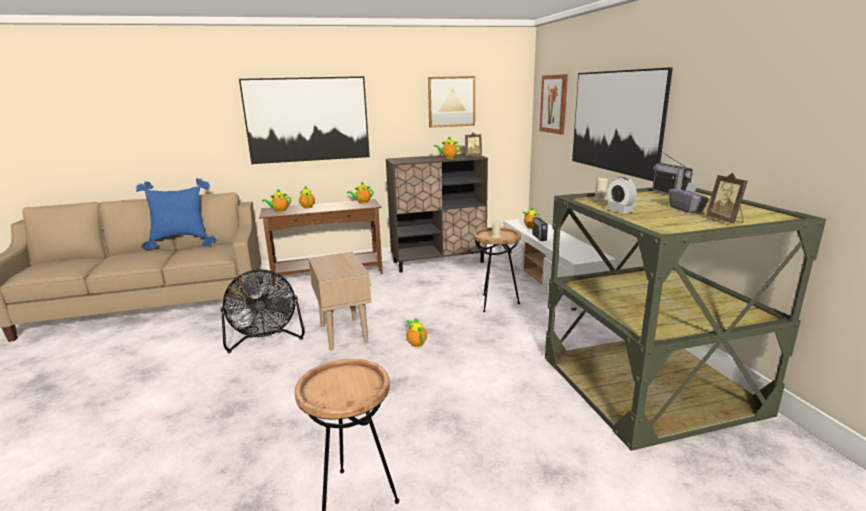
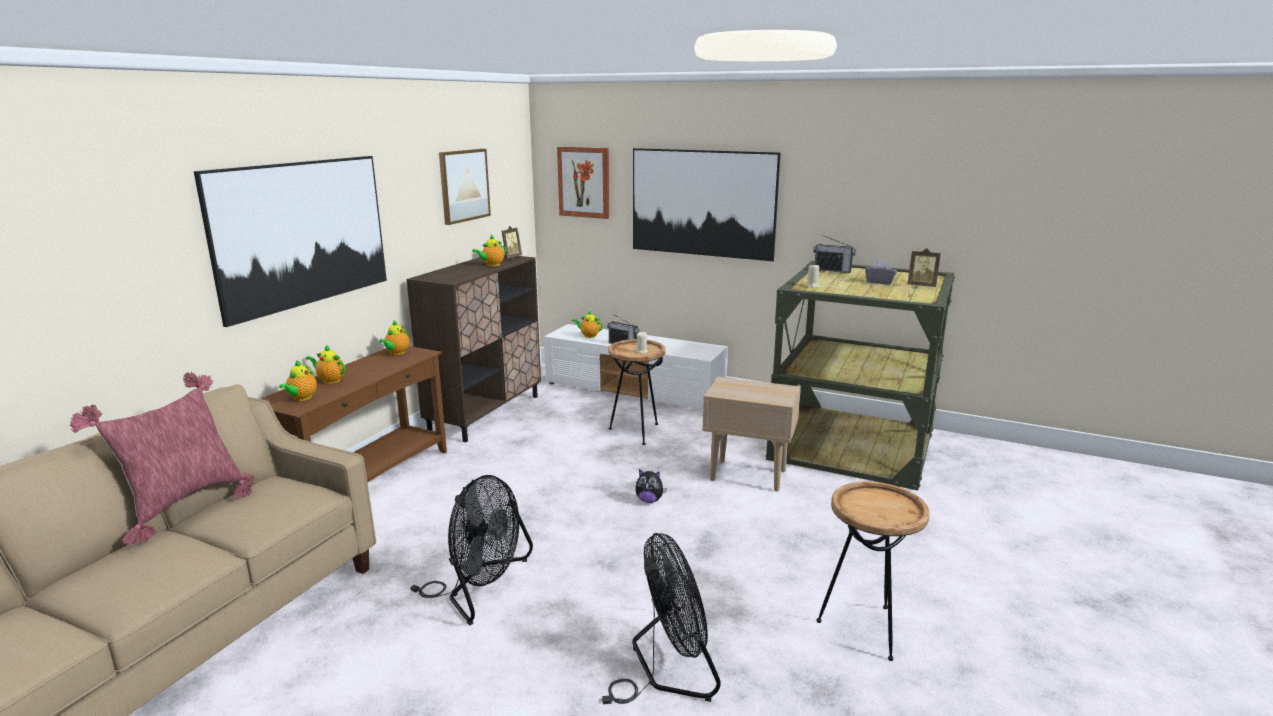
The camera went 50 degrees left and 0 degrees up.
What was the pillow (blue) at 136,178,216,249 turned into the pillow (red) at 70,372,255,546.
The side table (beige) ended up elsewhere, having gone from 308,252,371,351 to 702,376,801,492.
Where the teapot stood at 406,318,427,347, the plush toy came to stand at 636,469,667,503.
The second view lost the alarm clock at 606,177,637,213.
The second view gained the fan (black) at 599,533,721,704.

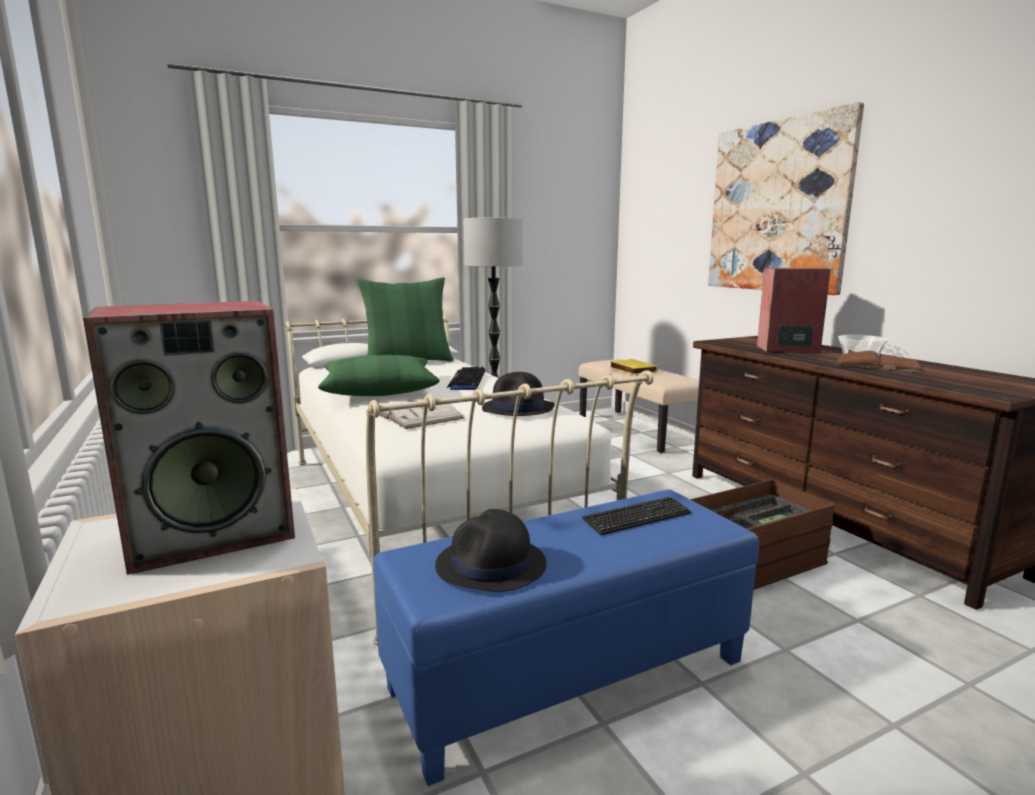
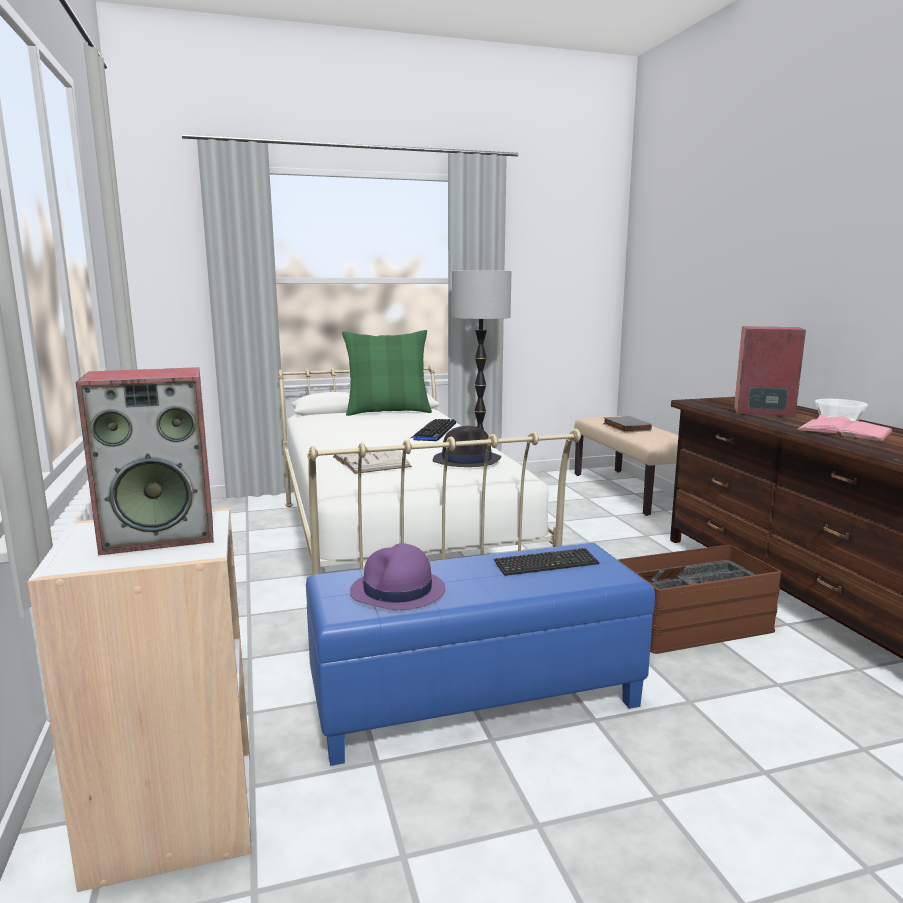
The camera went 10 degrees right and 0 degrees up.
The second view lost the pillow (green) at 318,355,440,396.
What was the hat (black) at 435,509,547,592 turned into the hat (purple) at 350,543,445,610.
What was the book (yellow) at 610,359,658,375 turned into the book (grey) at 603,416,652,432.
The second view lost the picture at 708,102,864,295.
What was the book (brown) at 836,350,923,373 turned into the book (pink) at 795,414,893,442.

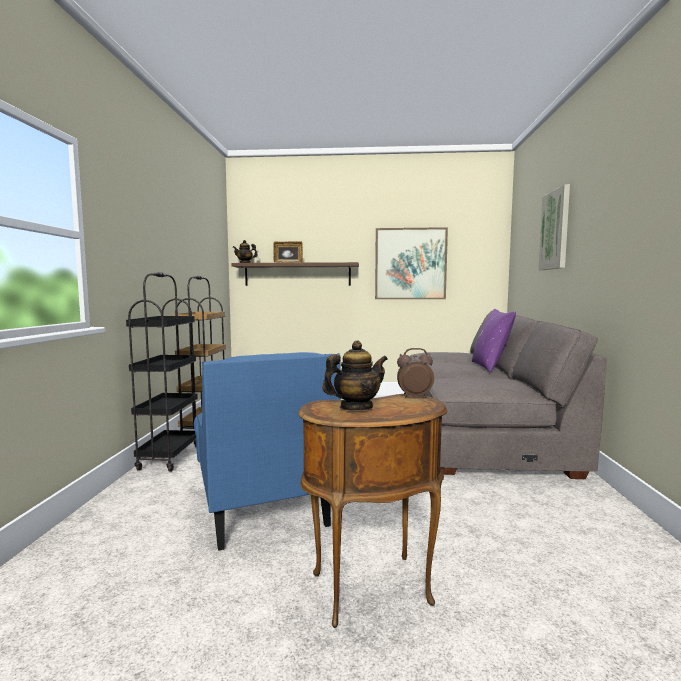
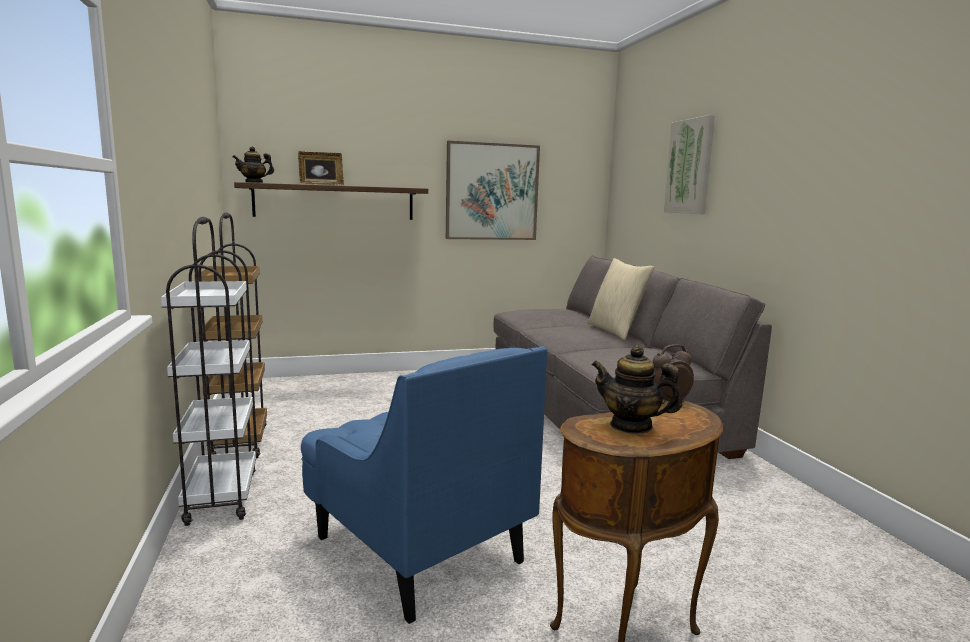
The camera went 20 degrees left and 5 degrees up.
What was the cart (black) at 126,272,198,472 turned into the cart (white) at 161,217,256,526.
The teapot at 322,341,388,410 ended up facing another way, 105 degrees counterclockwise from before.
What was the pillow (purple) at 472,309,516,372 turned into the pillow (beige) at 587,258,654,340.

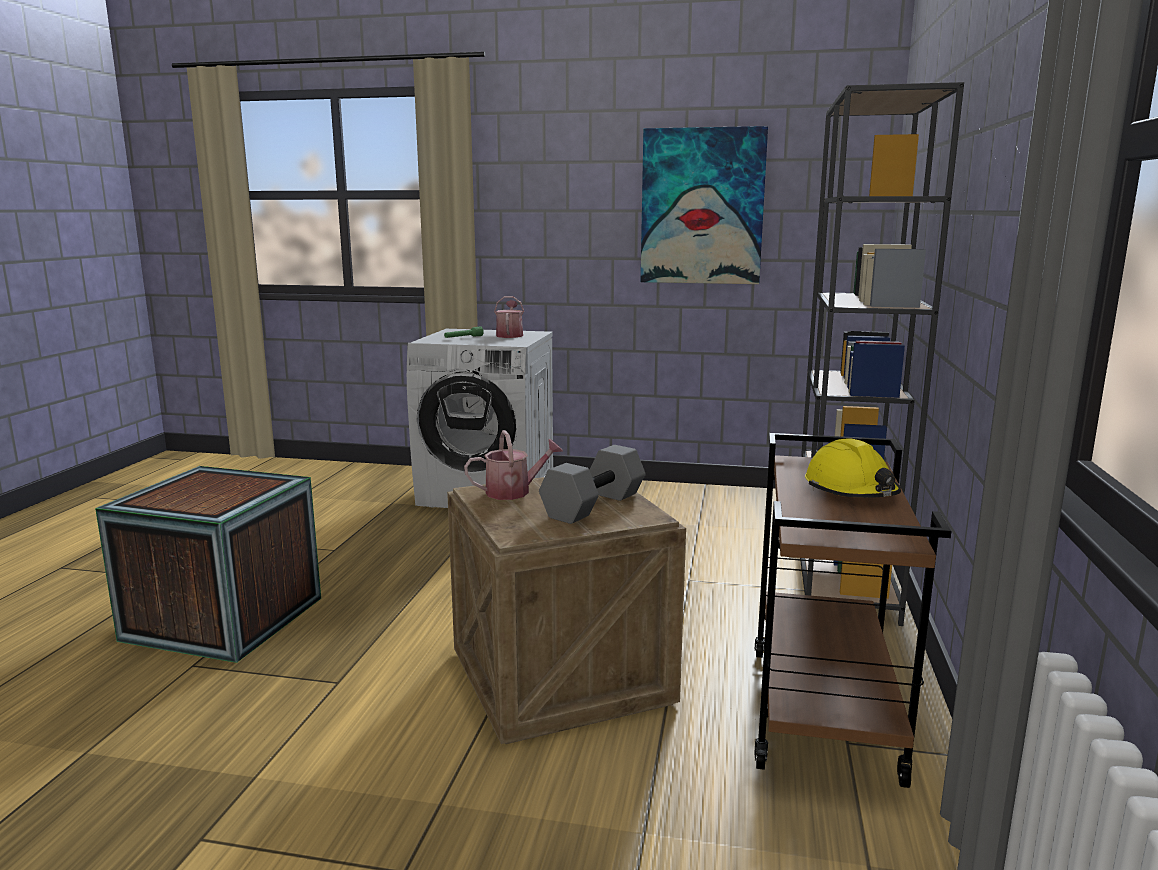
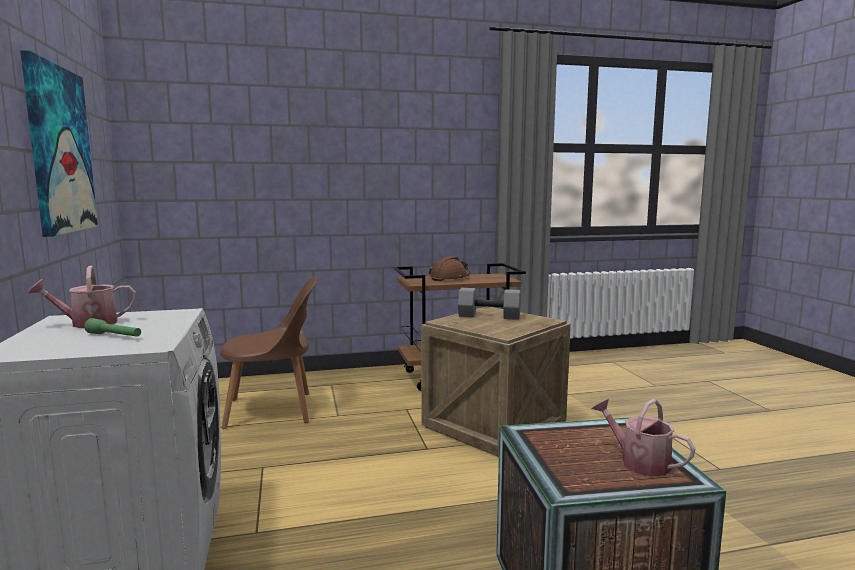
The camera went 115 degrees left and 5 degrees down.
The watering can ended up elsewhere, having gone from 464,430,563,500 to 592,399,696,476.
The second view lost the bookcase at 800,82,964,626.
What was the hard hat (yellow) at 805,438,901,498 turned into the hard hat (brown) at 429,256,470,282.
The second view gained the chair (brown) at 220,276,317,429.

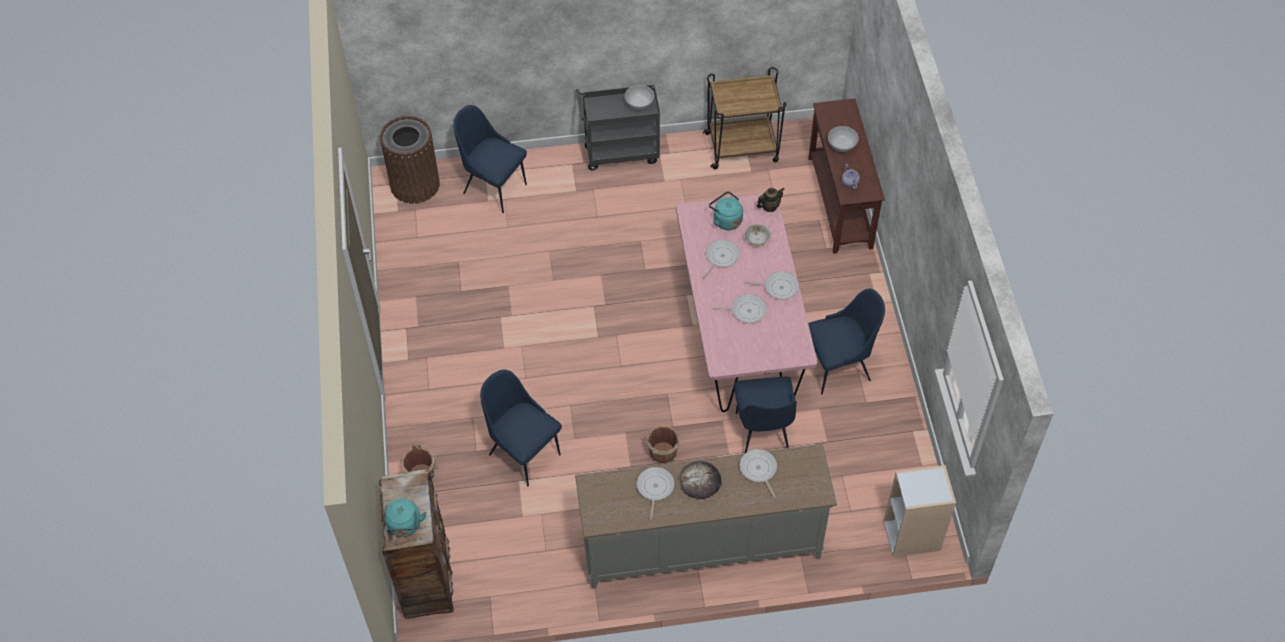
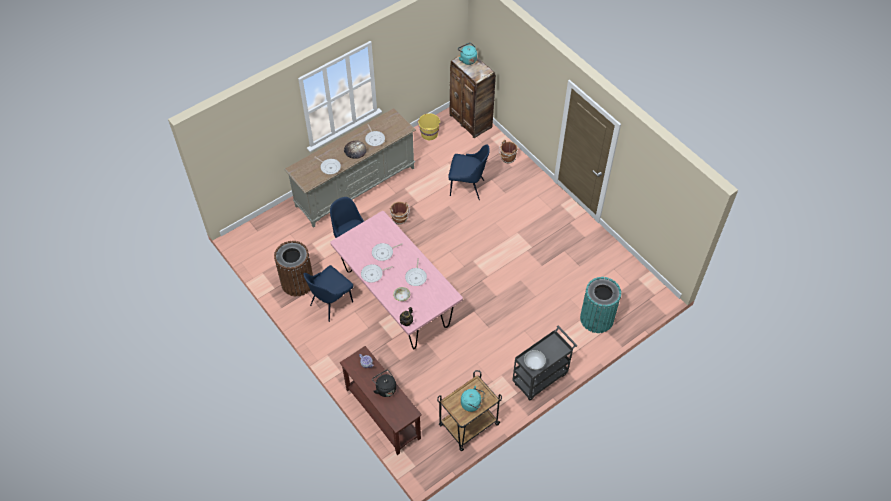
The camera went 150 degrees right and 0 degrees up.
The trash can (brown) ended up elsewhere, having gone from 380,116,440,204 to 274,241,313,296.
Where the chair (blue) stood at 453,105,527,213, the trash can (turquoise) came to stand at 580,277,621,333.
The kettle (turquoise) ended up elsewhere, having gone from 709,191,743,230 to 461,386,485,412.
Where the bowl (white) stood at 828,126,859,152, the kettle (black) came to stand at 372,370,396,397.
The second view lost the bookcase at 884,465,956,557.
The second view gained the bucket (yellow) at 418,113,440,140.

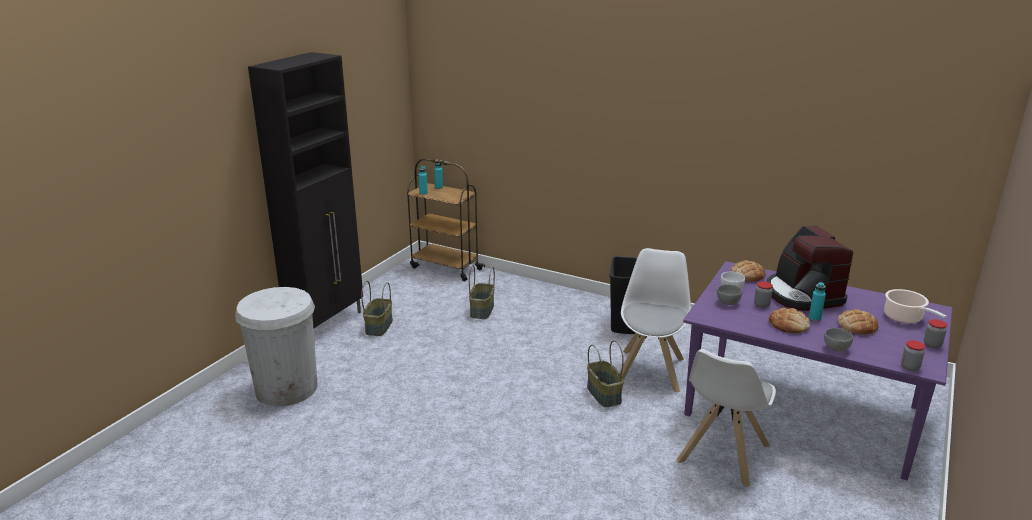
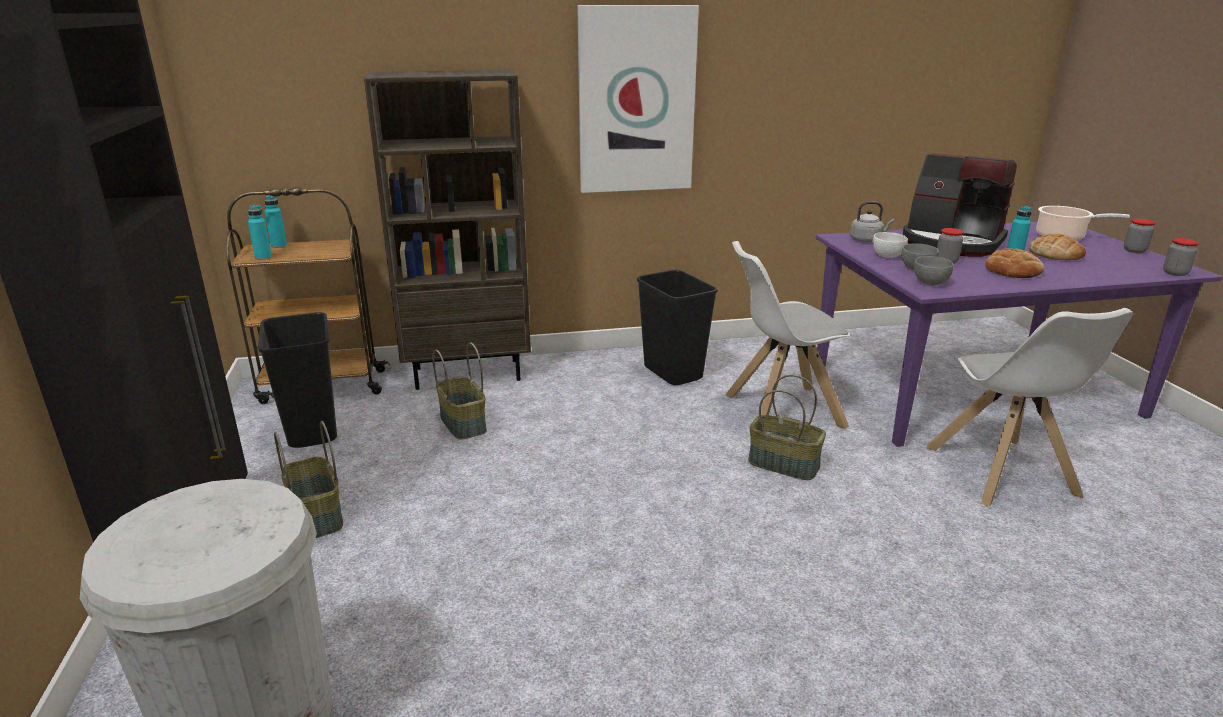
The camera went 40 degrees left and 0 degrees up.
The chair at 620,248,691,393 ended up facing another way, 75 degrees counterclockwise from before.
Where the bread stood at 731,261,766,282, the kettle (grey) came to stand at 850,202,894,243.
The bowl (grey) ended up elsewhere, having gone from 824,328,853,352 to 914,256,953,285.
The second view gained the trash can (black) at 258,312,337,448.
The second view gained the bookcase (brown) at 364,70,531,390.
The second view gained the picture at 577,5,699,193.

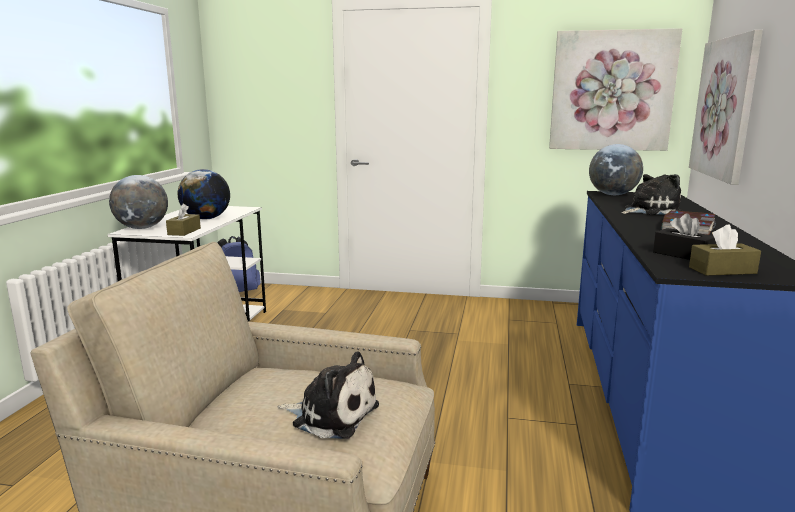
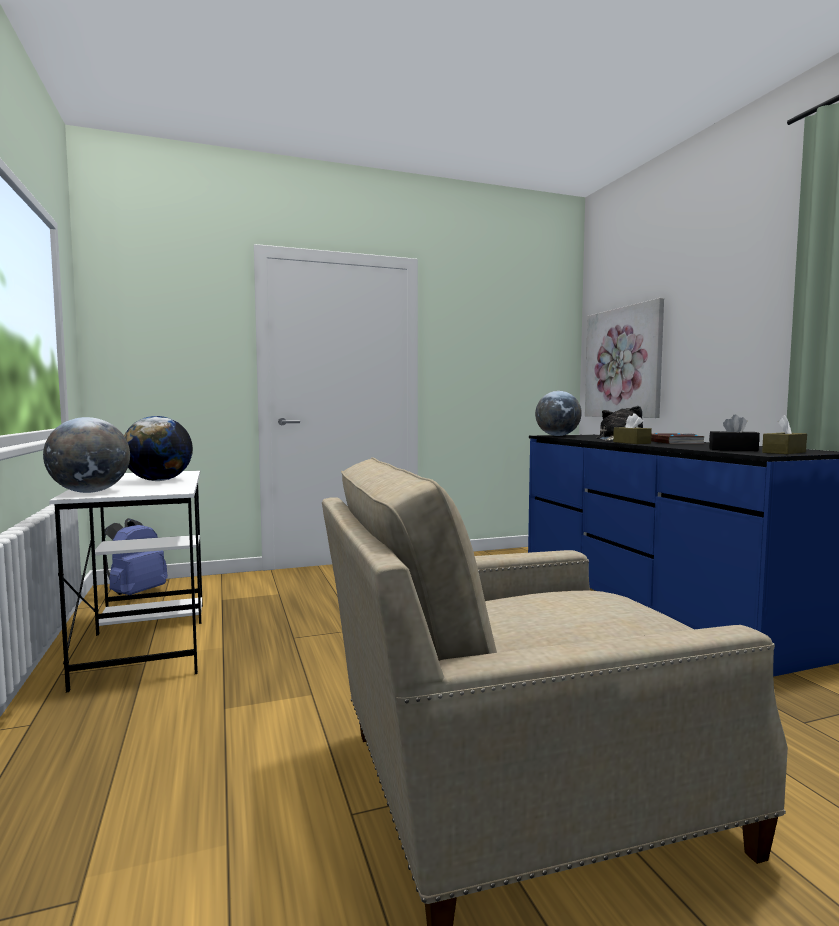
The camera went 30 degrees left and 10 degrees down.
The tissue box (brown) ended up elsewhere, having gone from 166,204,201,236 to 613,413,652,444.
The second view lost the plush toy at 278,351,379,439.
The second view lost the picture at 549,28,682,151.

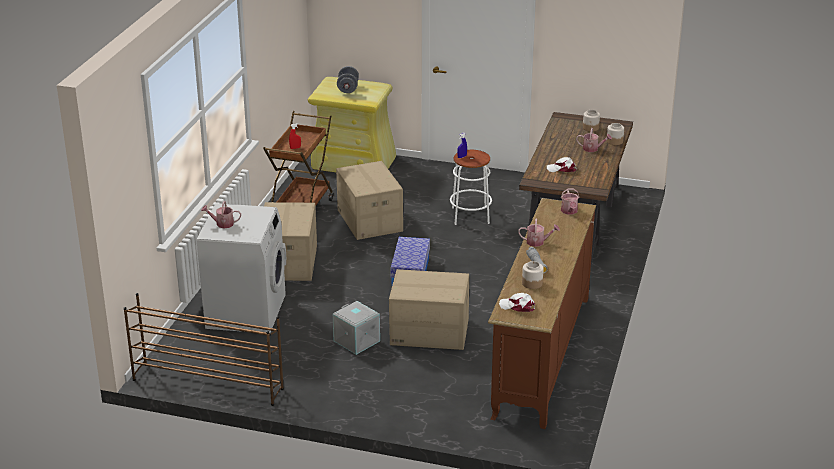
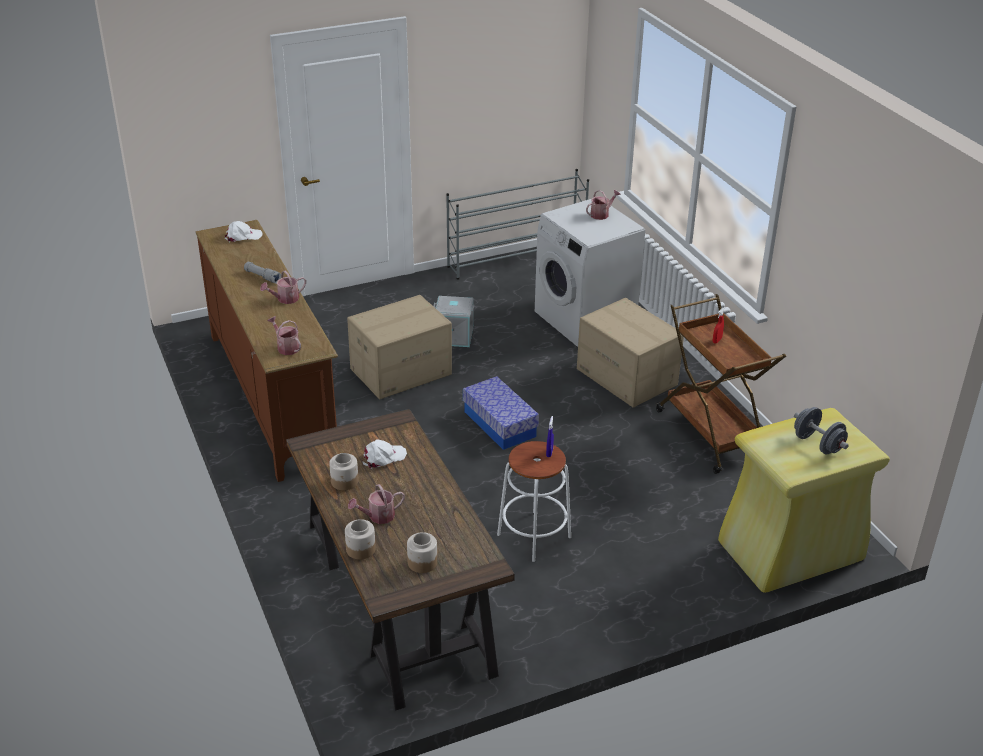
The camera went 140 degrees right and 5 degrees up.
What was the shoe rack (brown) at 124,293,284,406 turned into the shoe rack (grey) at 446,169,589,280.
The second view lost the cardboard box at 336,161,403,240.
The jar ended up elsewhere, having gone from 522,261,543,289 to 329,453,359,490.

